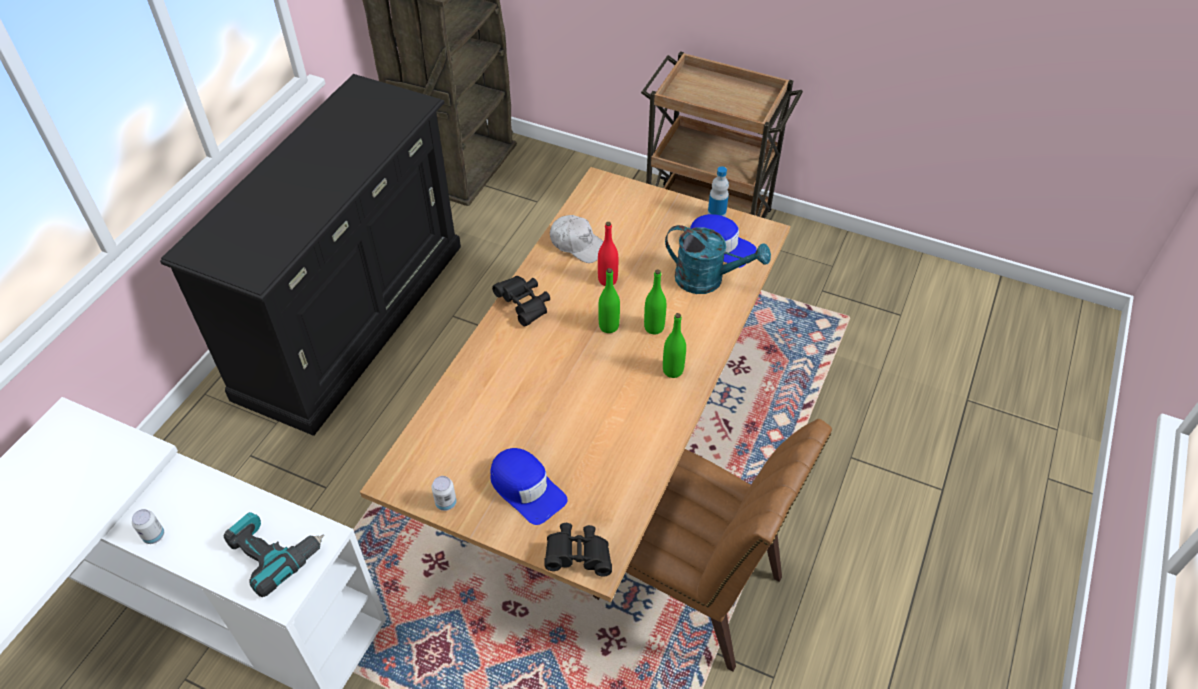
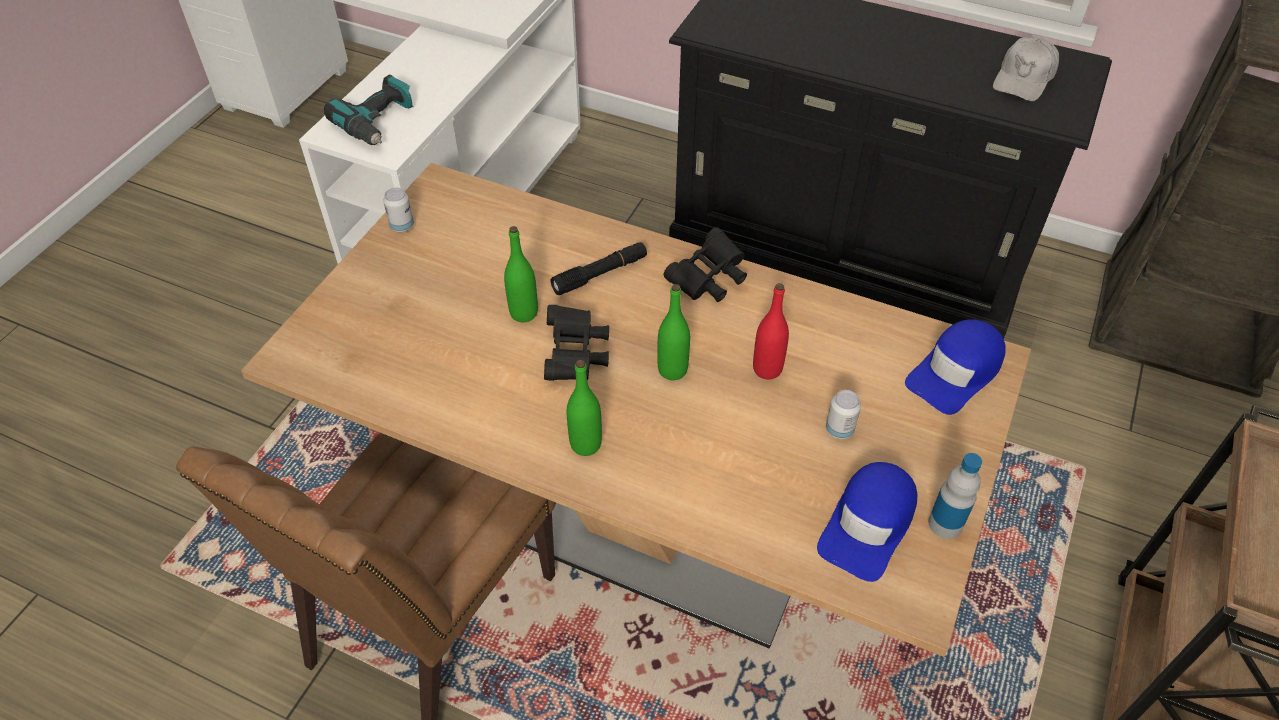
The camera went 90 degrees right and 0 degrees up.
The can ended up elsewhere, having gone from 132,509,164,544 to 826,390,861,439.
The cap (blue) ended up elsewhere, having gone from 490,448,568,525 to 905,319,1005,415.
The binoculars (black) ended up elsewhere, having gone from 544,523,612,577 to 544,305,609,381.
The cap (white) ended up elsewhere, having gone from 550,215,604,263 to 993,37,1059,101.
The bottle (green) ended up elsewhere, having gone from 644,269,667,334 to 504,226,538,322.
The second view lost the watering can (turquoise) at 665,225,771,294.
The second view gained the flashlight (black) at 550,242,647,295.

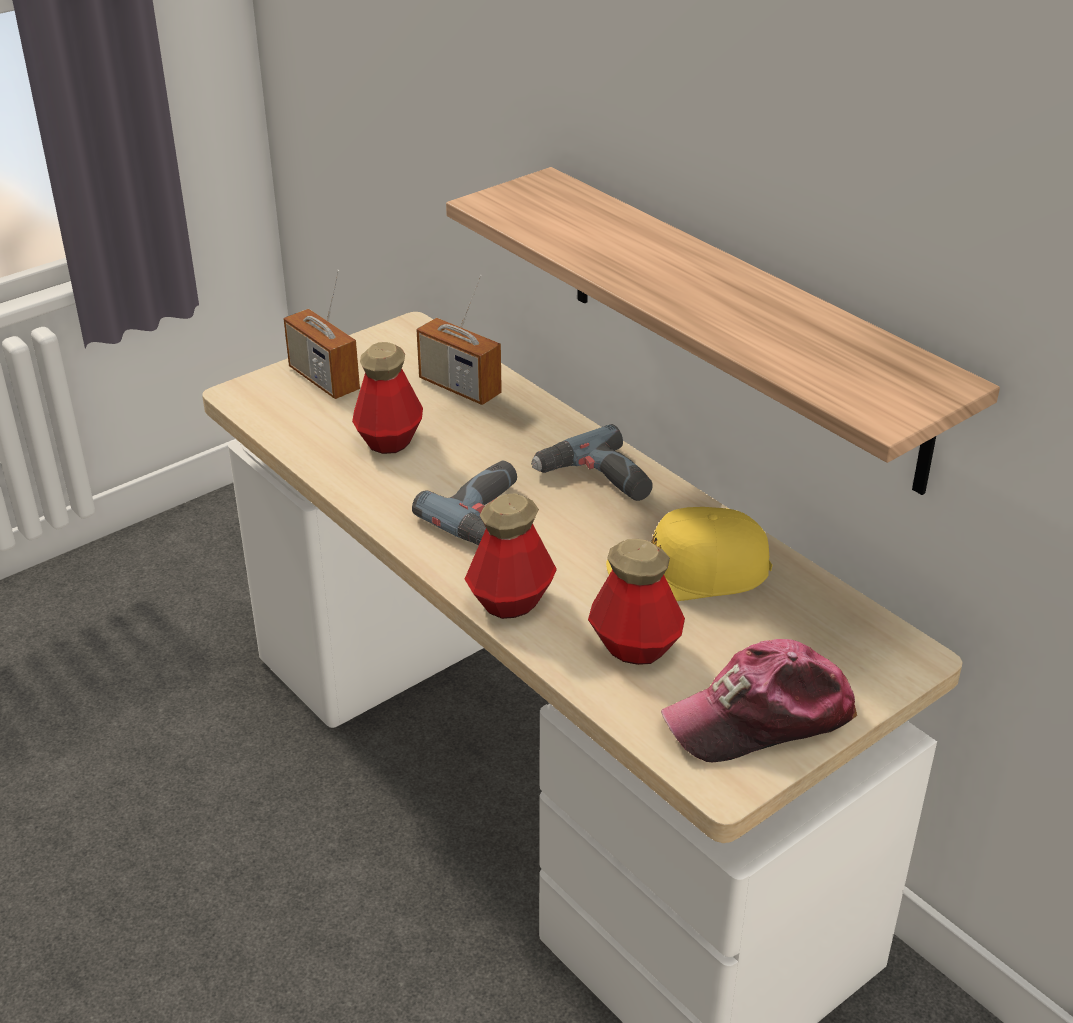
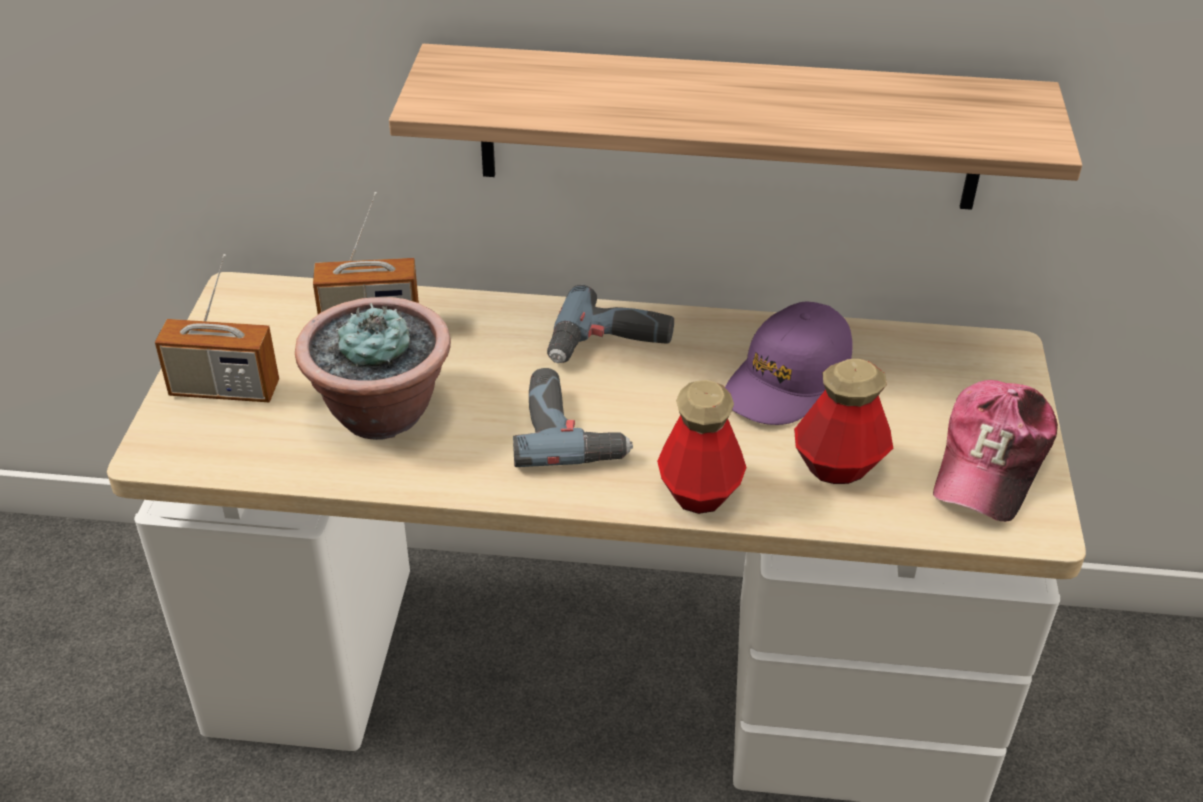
The camera went 45 degrees left and 5 degrees up.
Where the bottle stood at 352,342,423,454, the potted plant came to stand at 295,297,451,440.
What was the cap (yellow) at 606,507,772,601 turned into the cap (purple) at 725,301,853,425.

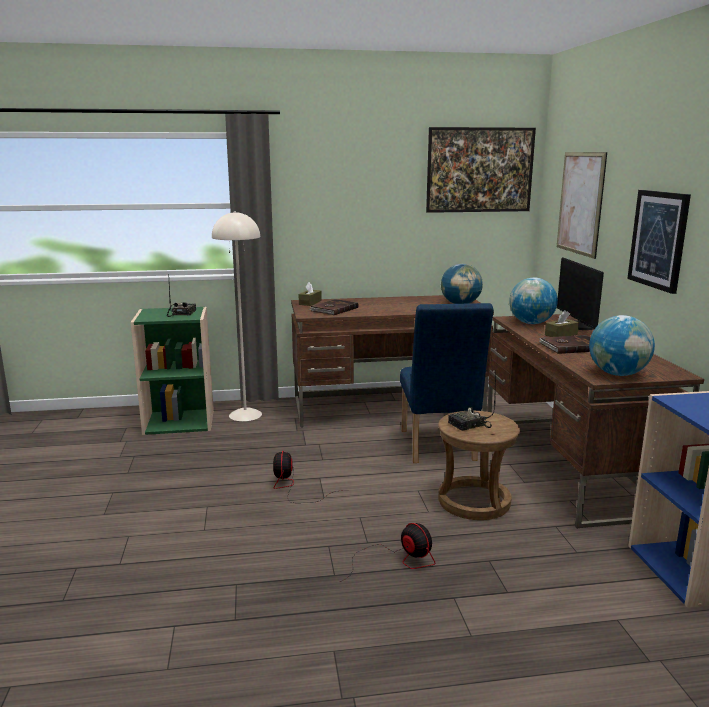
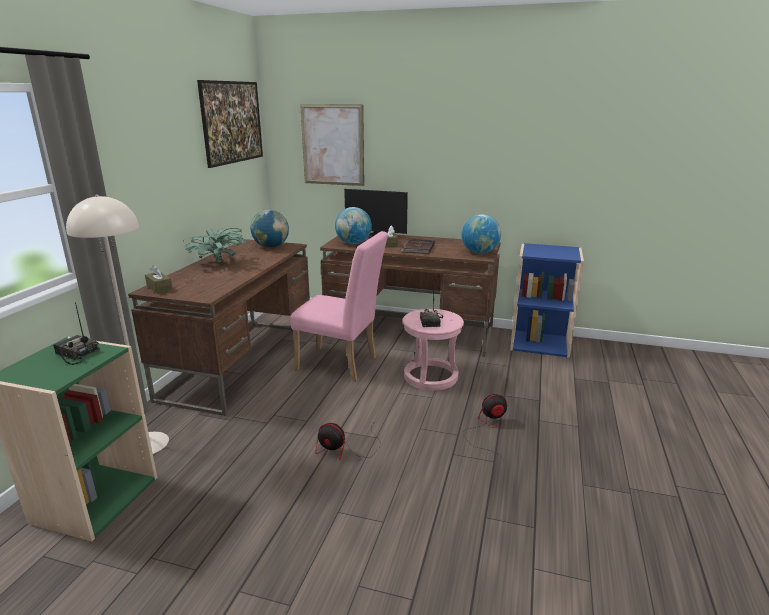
The camera went 65 degrees left and 5 degrees up.
The second view lost the book (brown) at 309,299,358,315.
What was the chair (blue) at 400,303,494,463 turned into the chair (pink) at 290,231,388,382.
What was the stool (brown) at 438,411,520,520 turned into the stool (pink) at 402,309,464,391.
The second view lost the picture at 627,190,691,294.
The second view gained the potted plant at 183,228,247,263.

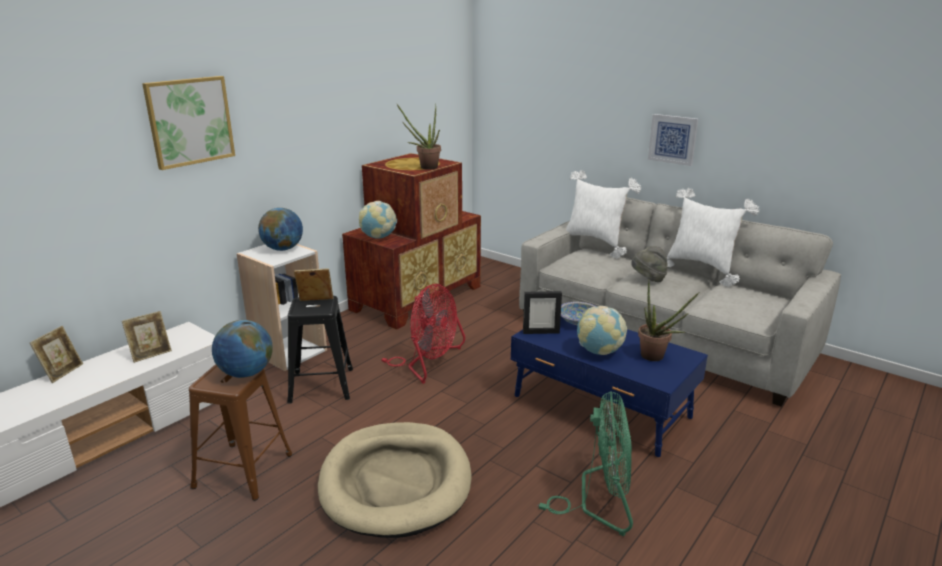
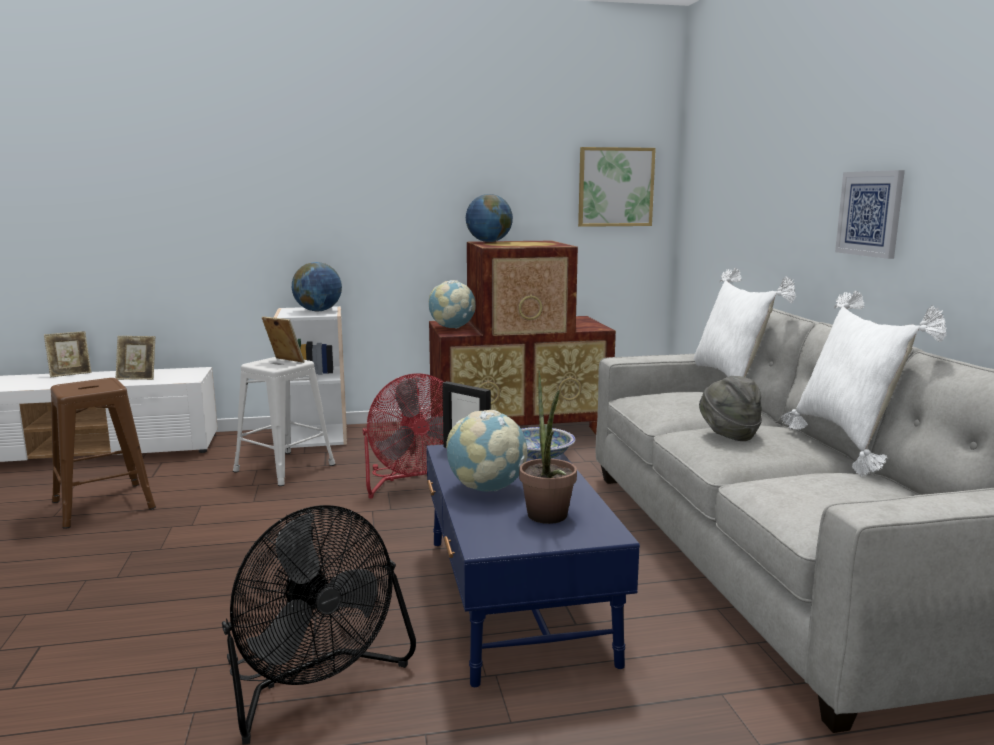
The camera went 40 degrees right and 10 degrees down.
The picture ended up elsewhere, having gone from 142,76,235,170 to 578,147,656,227.
The globe ended up elsewhere, having gone from 212,320,273,378 to 466,194,513,242.
What was the stool (black) at 287,296,353,404 turned into the stool (white) at 233,357,336,486.
The second view lost the dog bed (beige) at 318,422,472,538.
The second view lost the potted plant at 397,104,441,170.
What was the fan (green) at 538,391,633,537 turned into the fan (black) at 222,505,416,745.

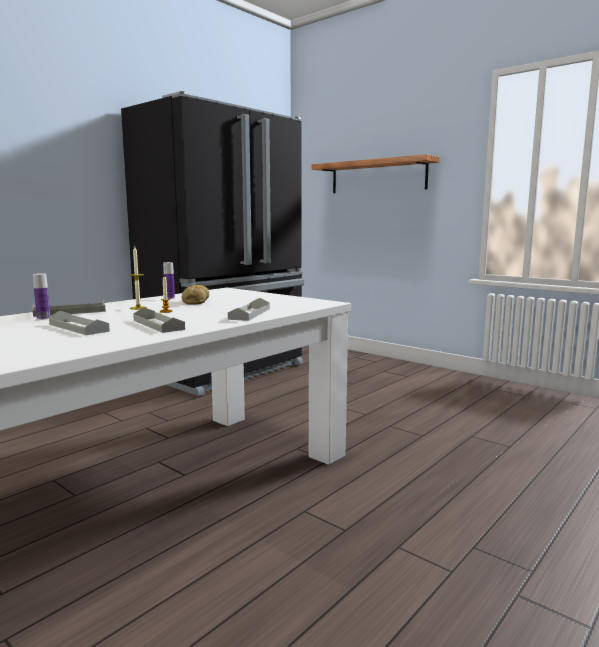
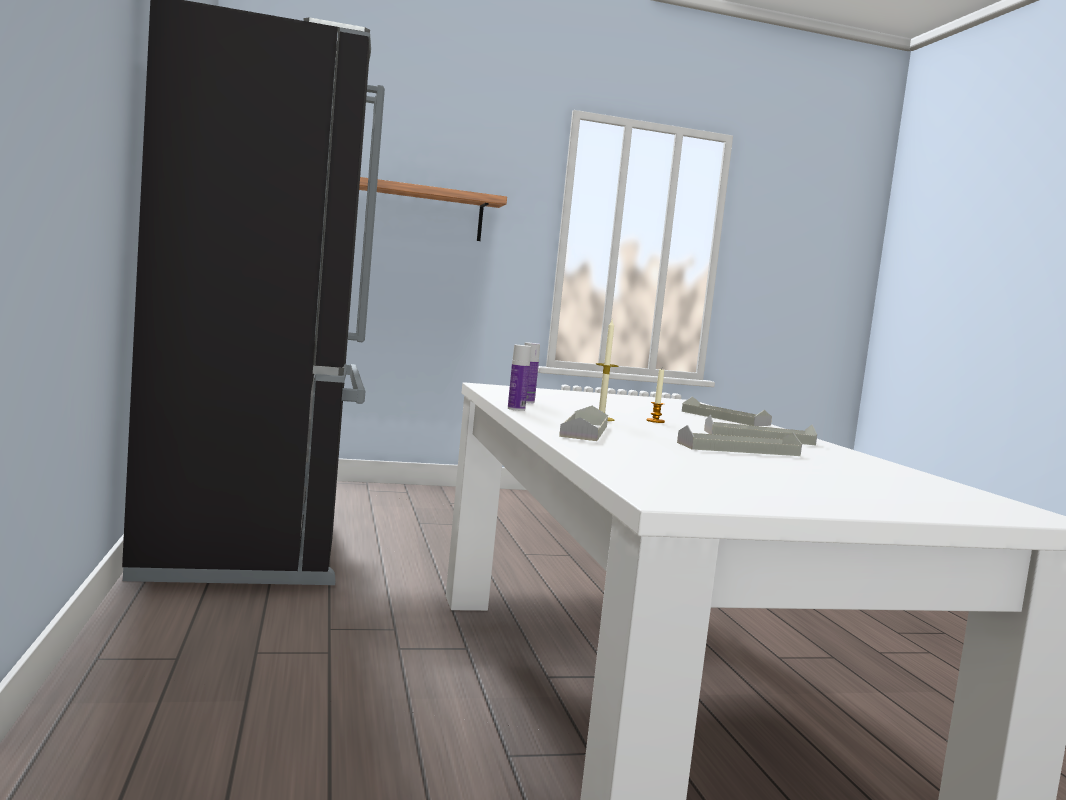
The camera went 55 degrees left and 5 degrees down.
The bottle ended up elsewhere, having gone from 33,273,50,320 to 508,345,531,411.
The second view lost the bread at 182,285,209,305.

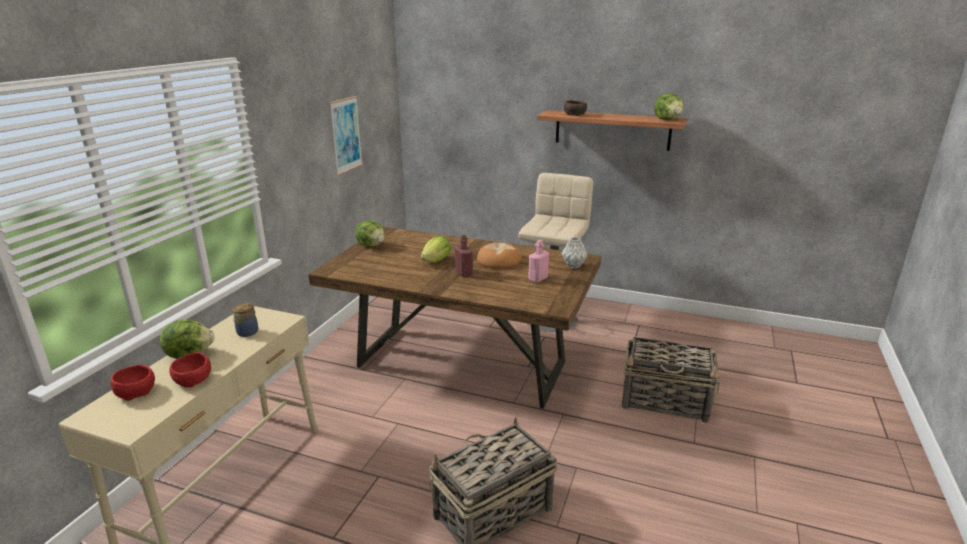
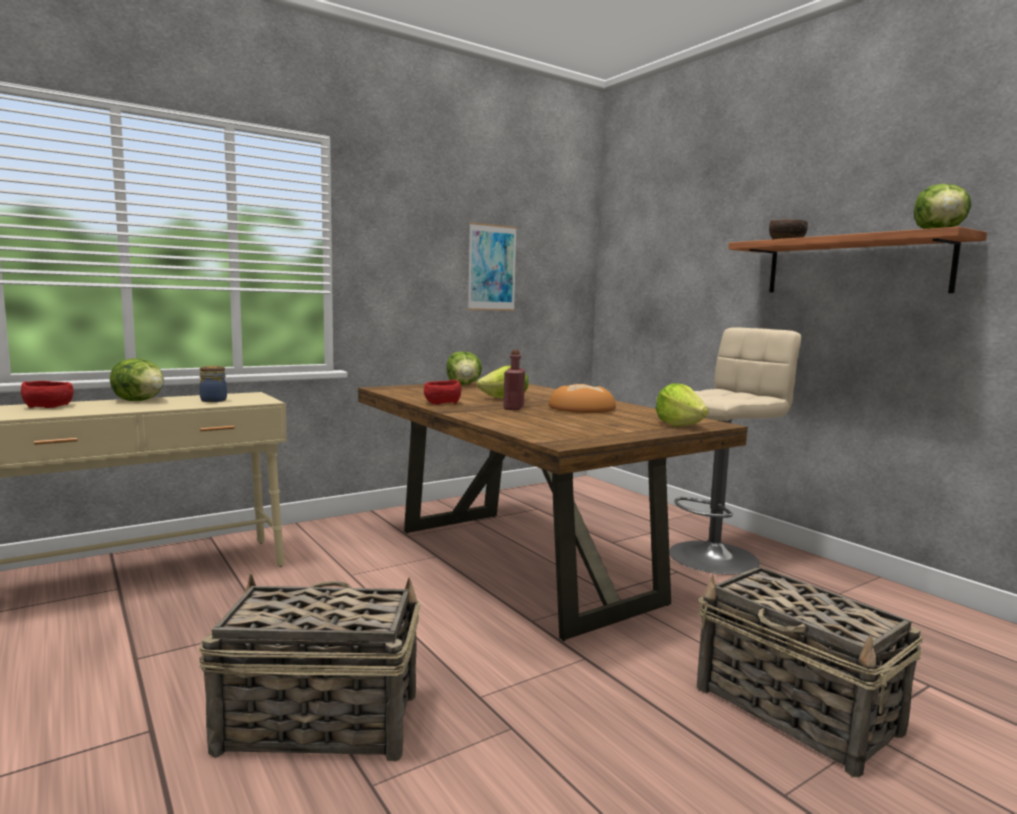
The camera went 35 degrees right and 15 degrees down.
The bowl (red) ended up elsewhere, having gone from 169,352,211,388 to 424,380,461,404.
The second view lost the bottle (pink) at 528,240,549,283.
Where the vase (grey) stood at 561,237,587,268, the lettuce came to stand at 656,383,709,426.

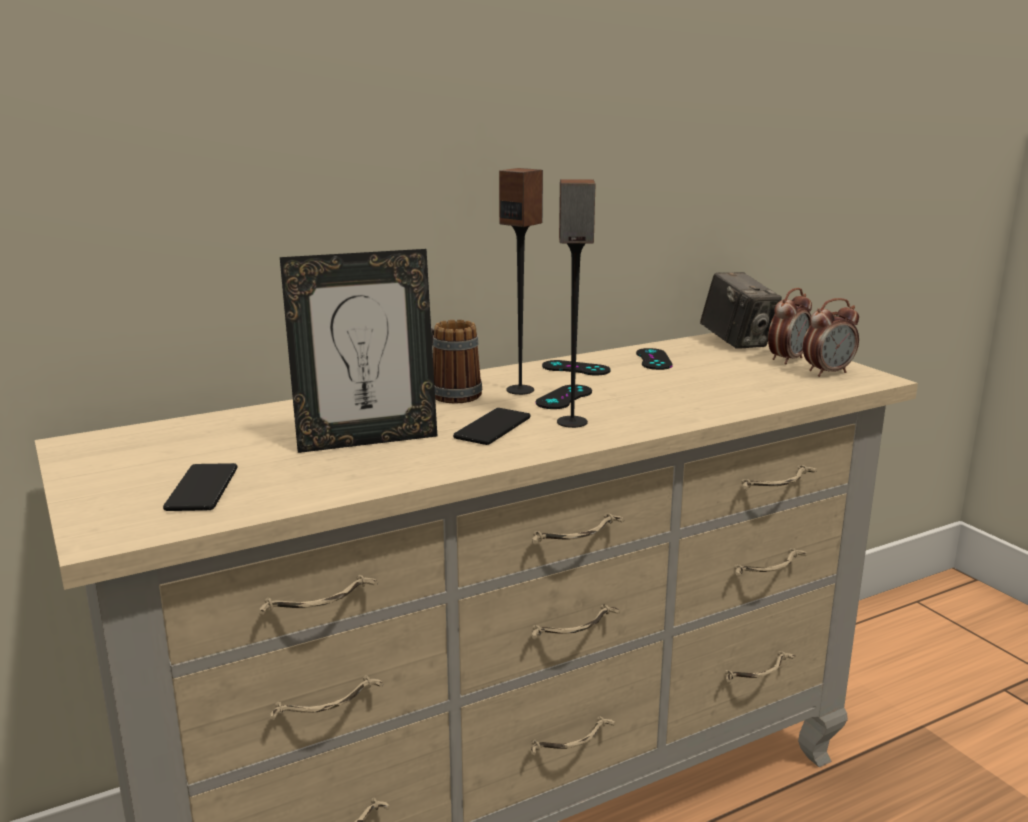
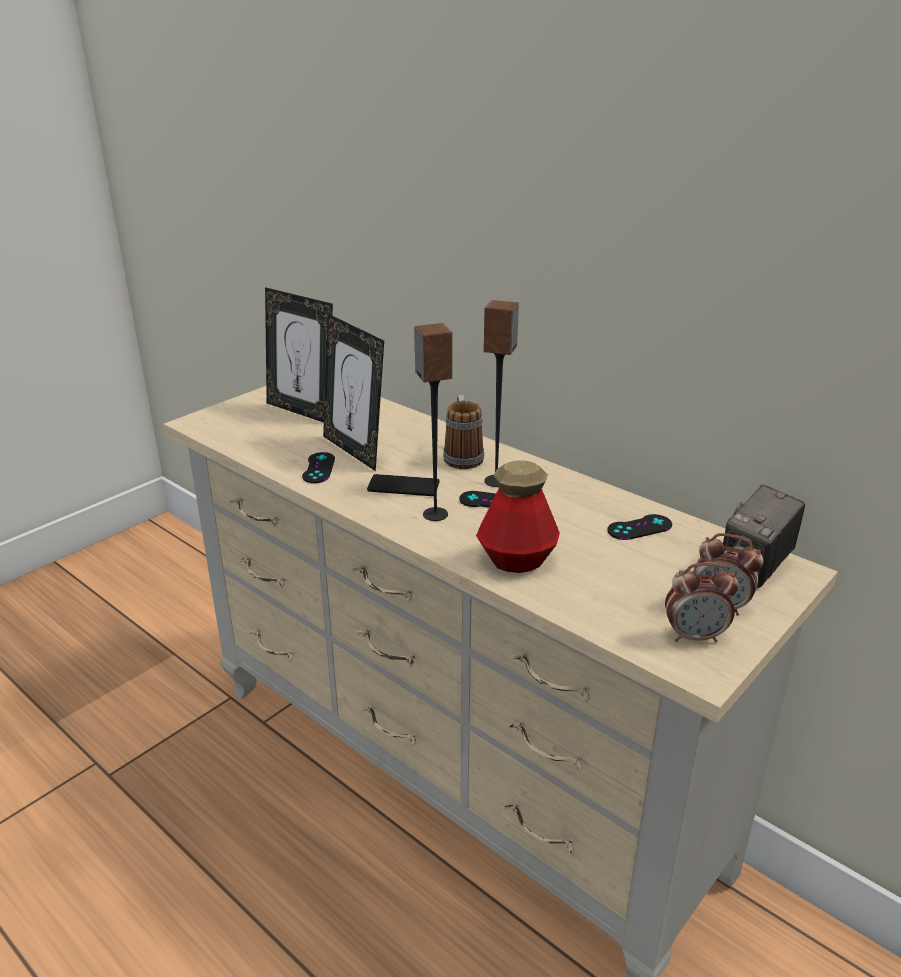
The camera went 70 degrees right and 10 degrees up.
The second view lost the phone at 163,463,238,511.
The game controller (black) ended up elsewhere, having gone from 542,360,611,376 to 302,452,335,483.
The alarm clock at 803,298,859,377 ended up facing another way, 45 degrees counterclockwise from before.
The second view gained the picture frame at 265,287,333,423.
The second view gained the bottle at 476,460,560,573.

